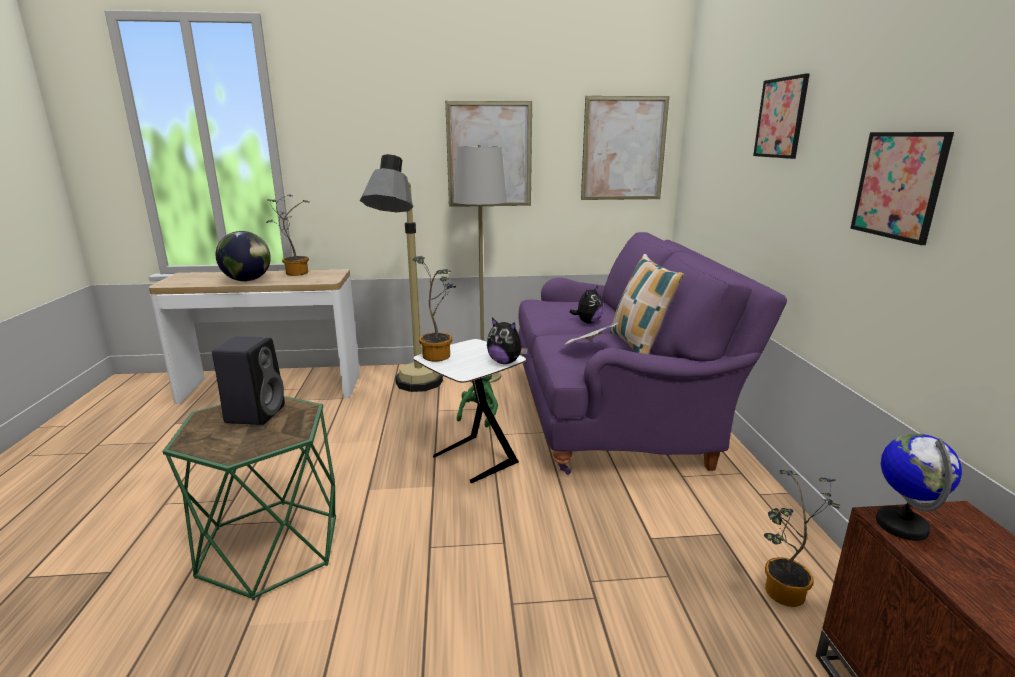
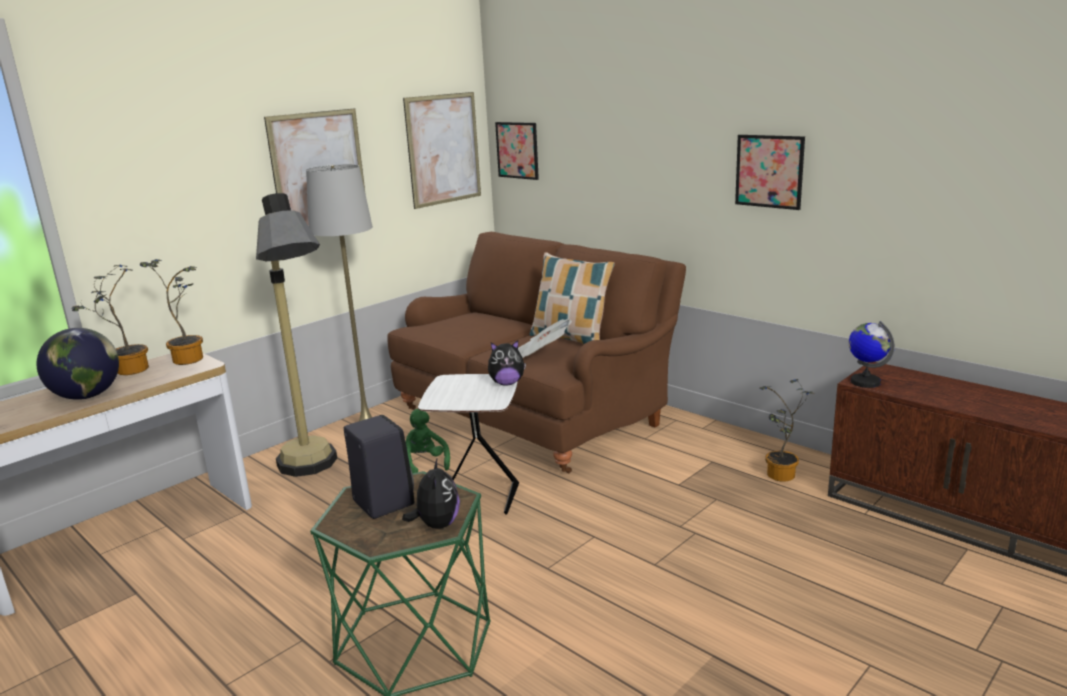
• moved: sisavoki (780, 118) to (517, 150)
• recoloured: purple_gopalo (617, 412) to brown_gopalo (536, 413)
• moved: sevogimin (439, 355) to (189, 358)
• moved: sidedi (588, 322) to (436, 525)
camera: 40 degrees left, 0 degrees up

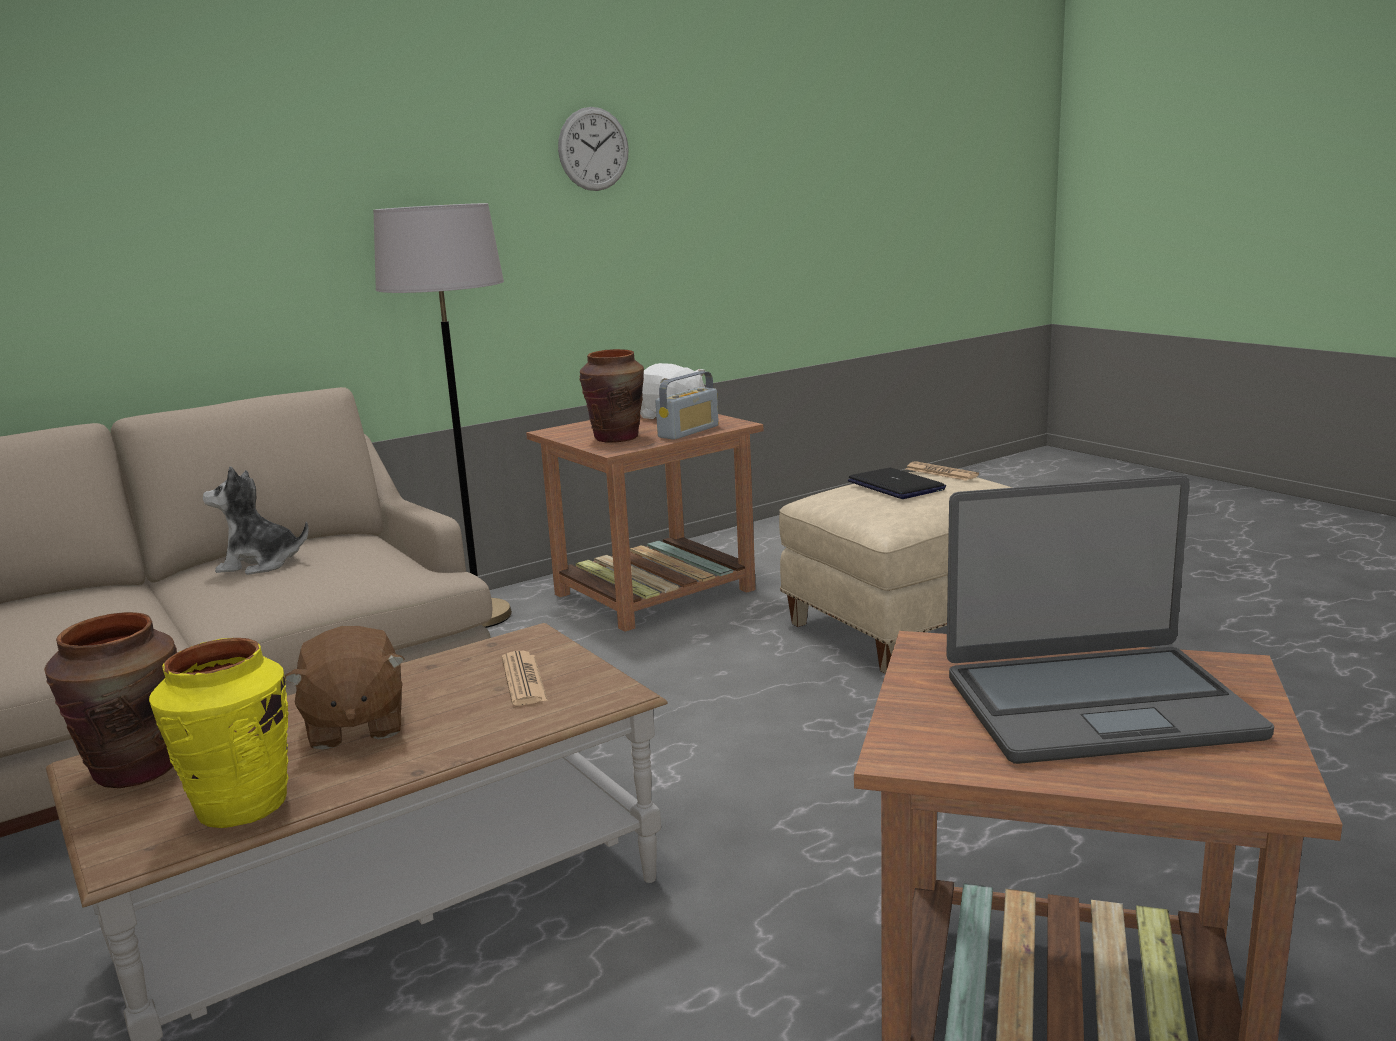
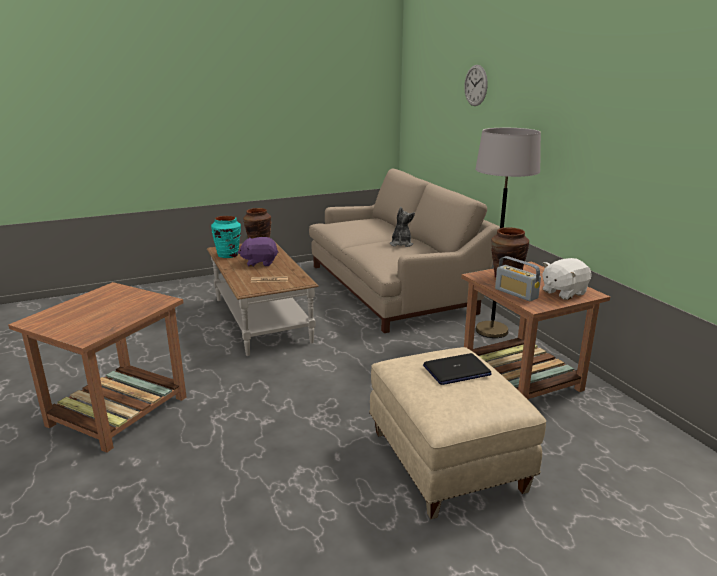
• moved: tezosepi (593, 149) to (475, 85)
• removed: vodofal (941, 472)
• removed: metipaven (1096, 705)
• recoloured: brown_sidedi (354, 726) to purple_sidedi (259, 263)
• recoloured: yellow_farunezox (241, 806) to turquoise_farunezox (228, 255)
camera: 100 degrees right, 5 degrees up

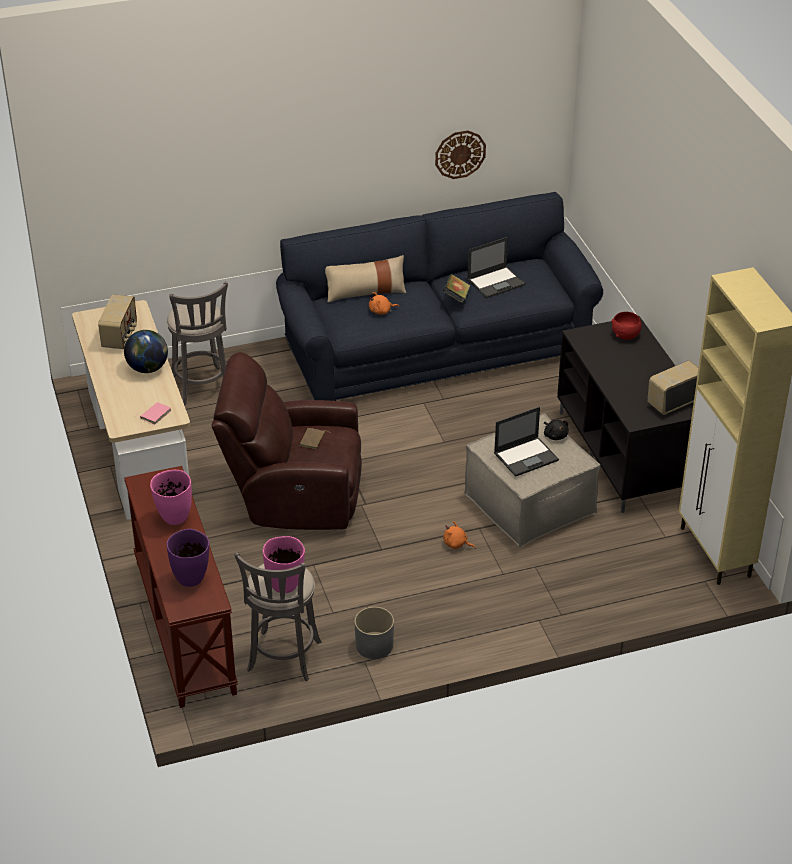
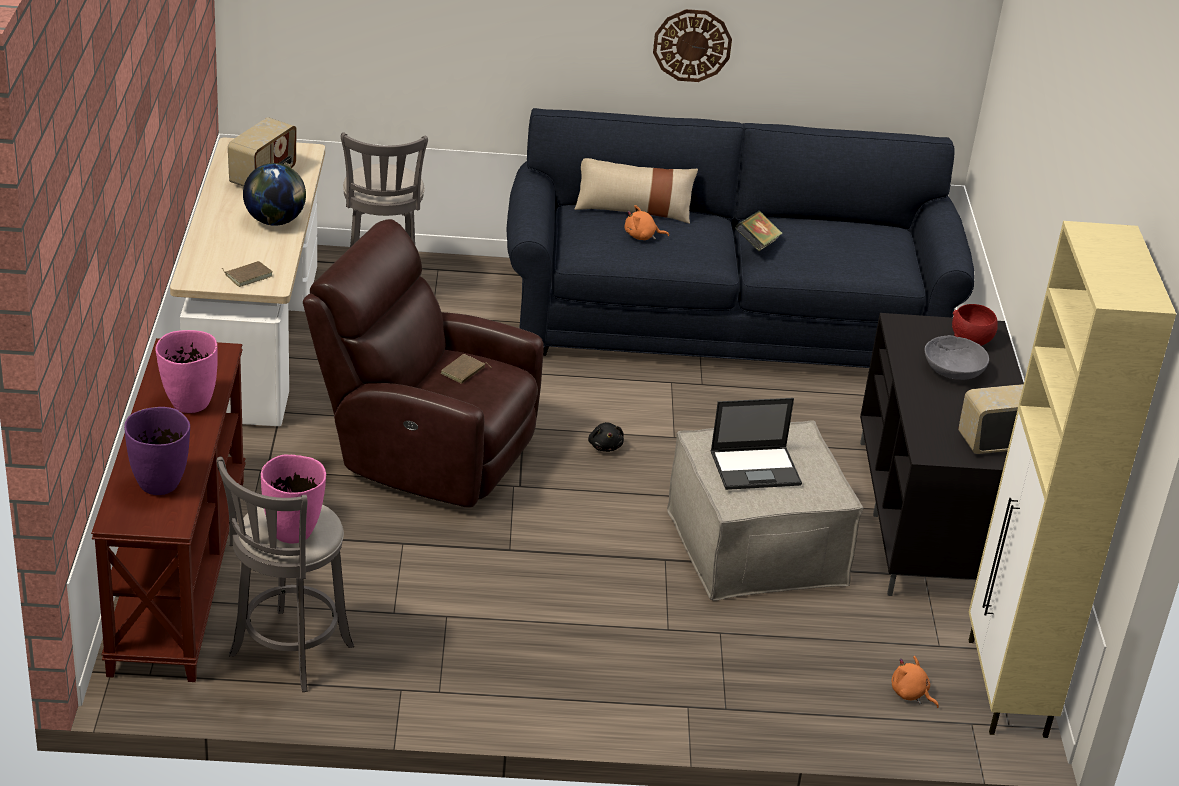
• moved: tezosepi (460, 154) to (692, 45)
• removed: metipaven (496, 282)
• recoloured: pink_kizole (155, 414) to brown_kizole (248, 275)
• moved: black_sidedi (555, 435) to (605, 446)
• moved: orange_sidedi (456, 544) to (910, 694)
• removed: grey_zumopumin (374, 645)
• added: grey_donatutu (952, 370)
camera: 15 degrees right, 5 degrees down

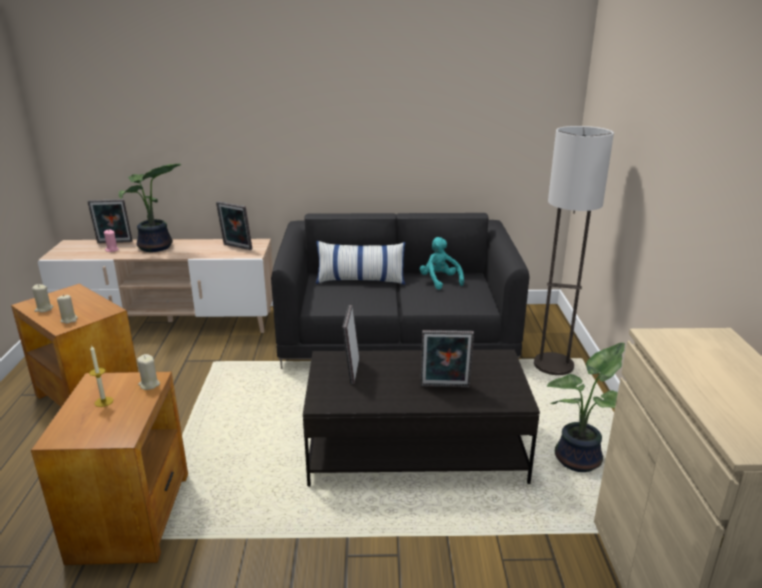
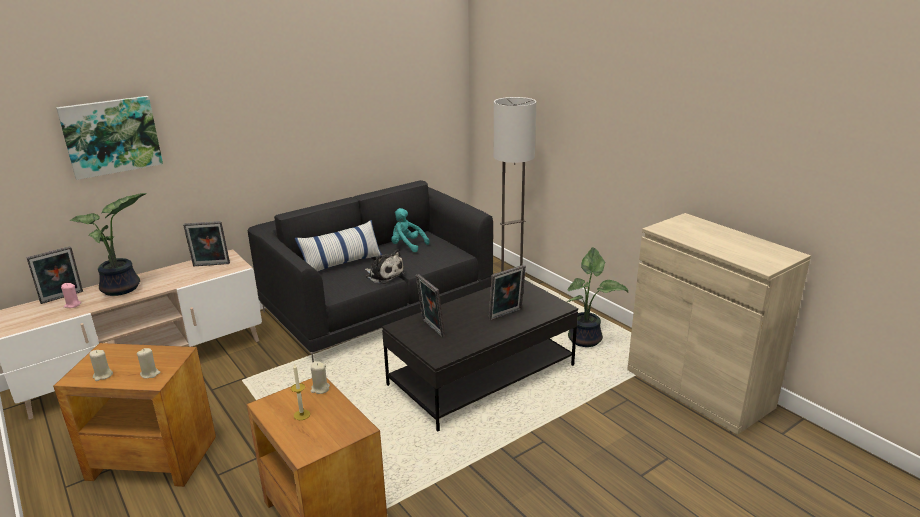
• added: sisavoki (111, 136)
• added: sidedi (384, 275)
camera: 35 degrees left, 0 degrees up

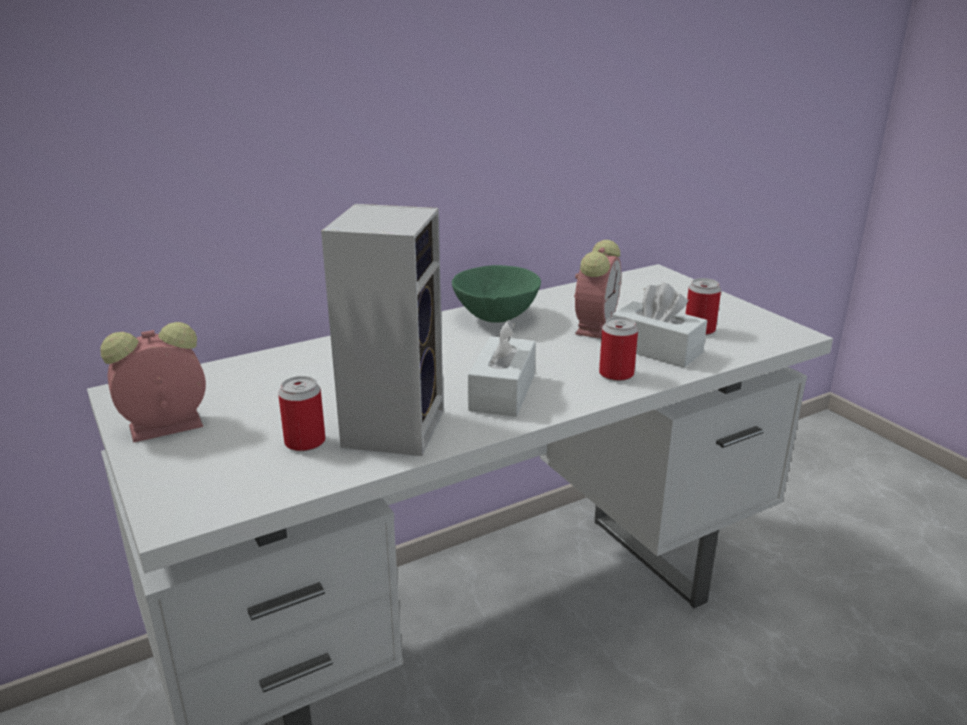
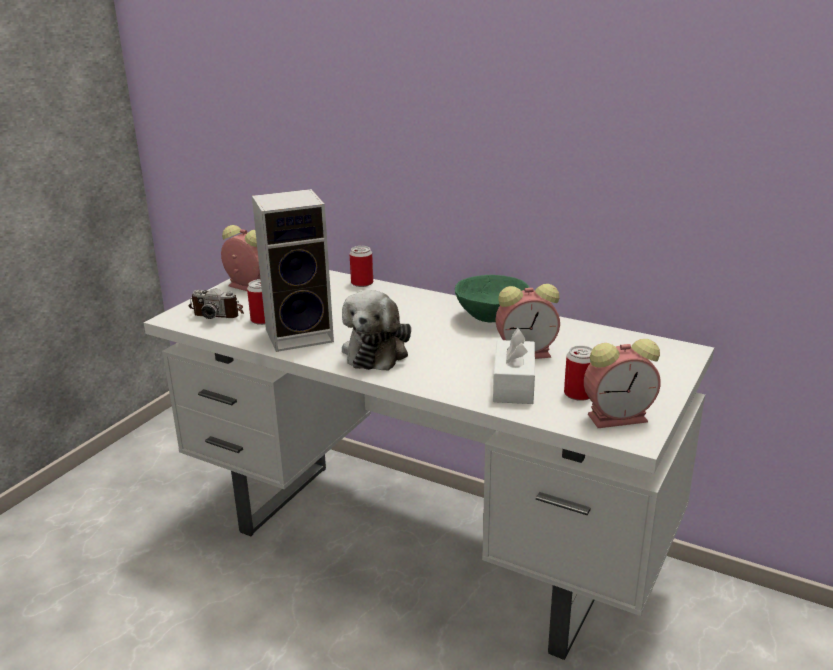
• moved: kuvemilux (616, 374) to (362, 283)
• replaced: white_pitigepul (502, 392) to sidedi (377, 351)
• added: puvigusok (219, 313)
• added: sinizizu (619, 417)
camera: 60 degrees right, 0 degrees up

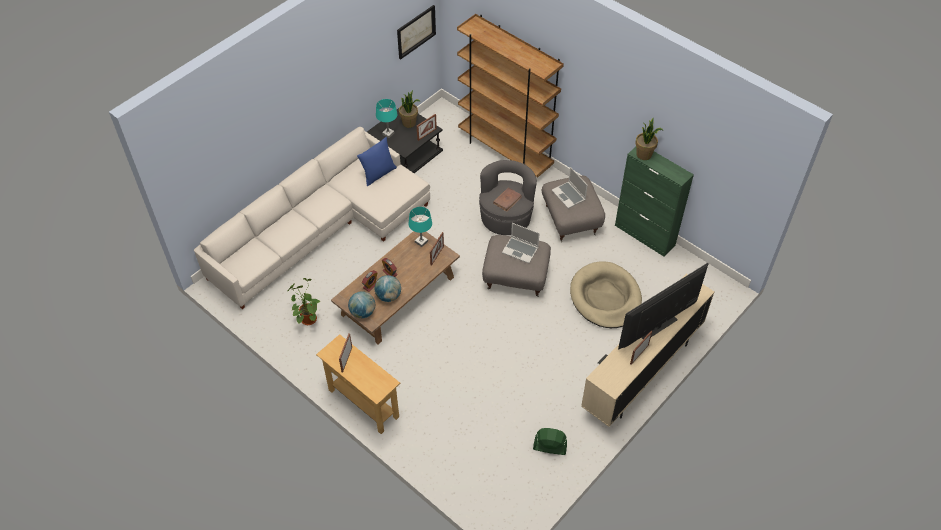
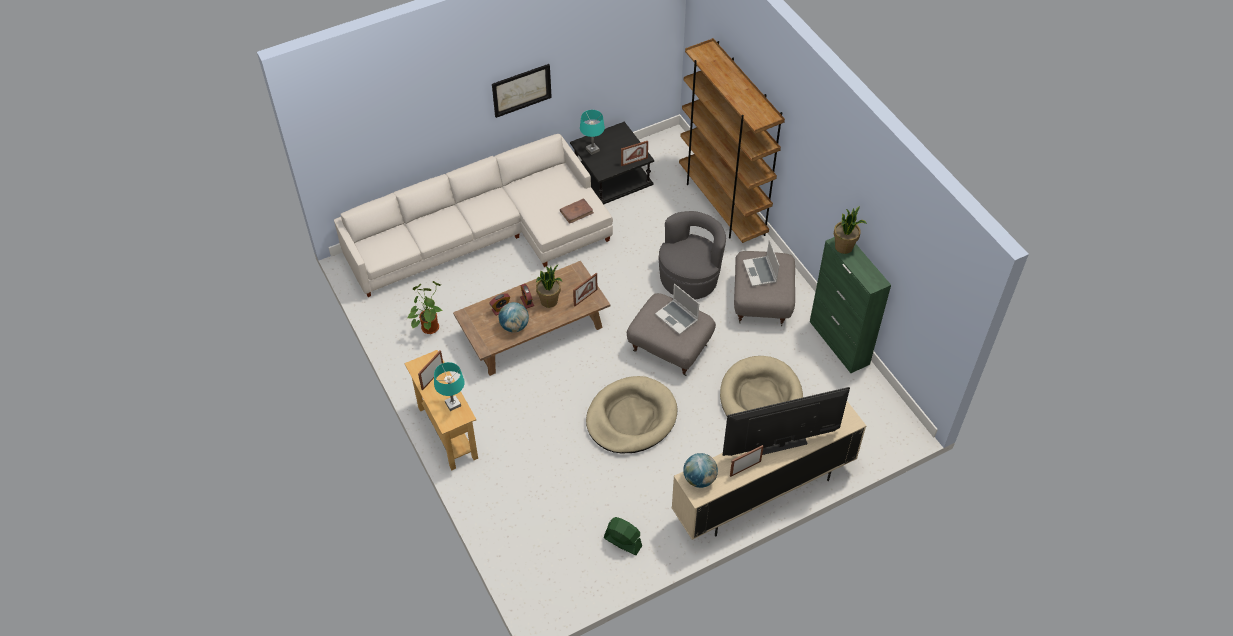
• moved: sisavoki (416, 31) to (521, 90)
• moved: sevogimin (409, 123) to (549, 301)
• removed: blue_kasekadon (378, 174)
• moved: brown_kizole (507, 200) to (576, 212)
• moved: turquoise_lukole (421, 241) to (453, 404)
• moved: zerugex (363, 312) to (699, 479)
• added: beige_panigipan (631, 418)
camera: 20 degrees right, 0 degrees up

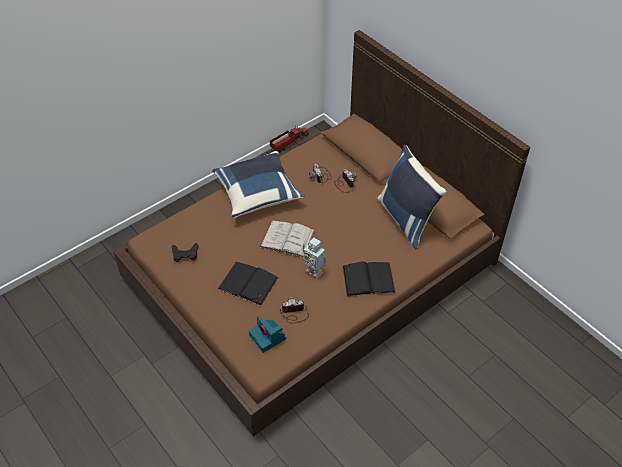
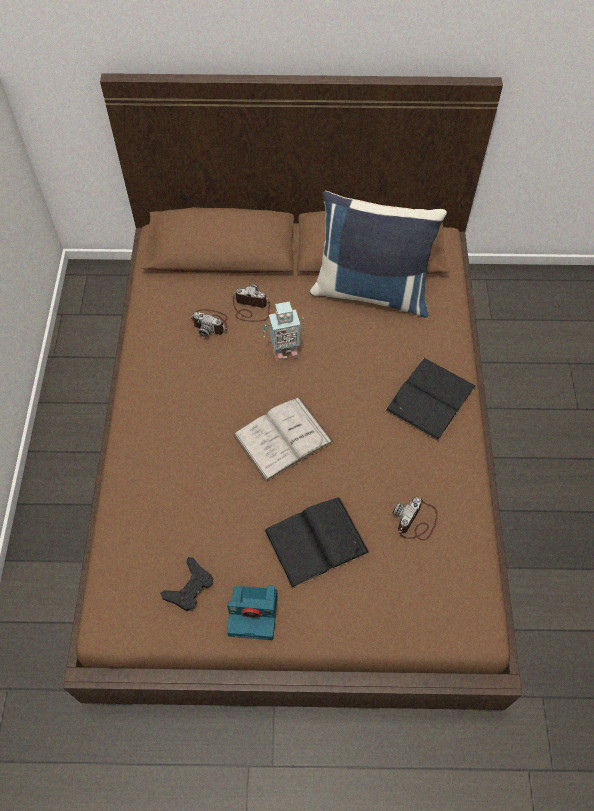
• removed: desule (289, 143)
• removed: blue_kasekadon (257, 194)
• moved: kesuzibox (313, 271) to (284, 351)
• moved: puvigusok (268, 337) to (254, 613)
camera: 50 degrees left, 10 degrees up

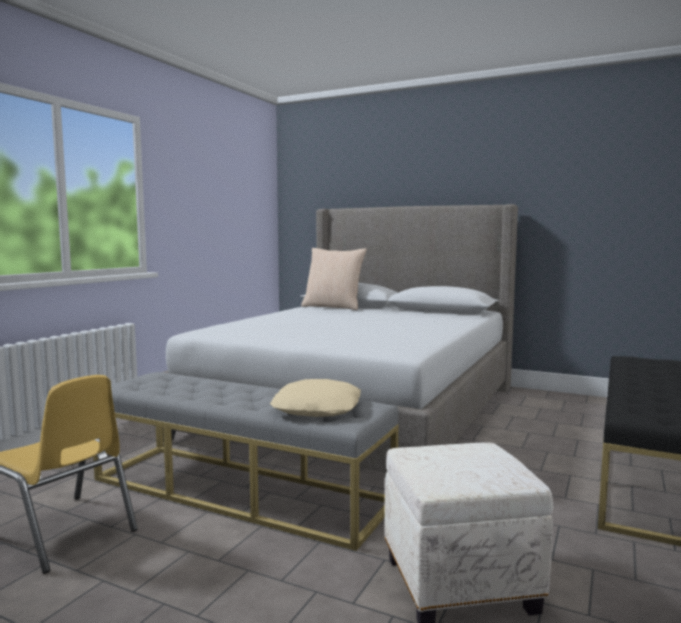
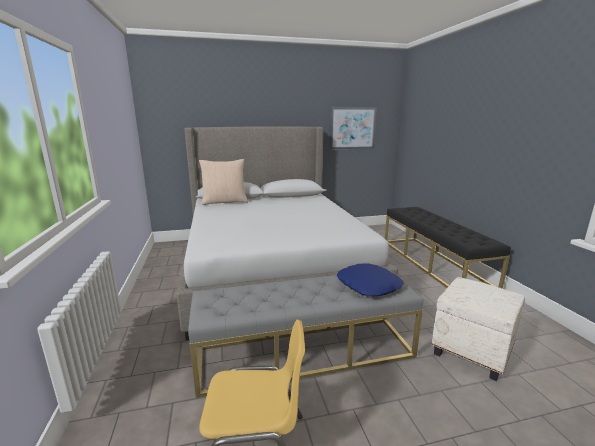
• recoloured: beige_kasekadon (318, 408) to blue_kasekadon (369, 285)
• added: sisavoki (352, 128)
camera: 40 degrees left, 10 degrees up

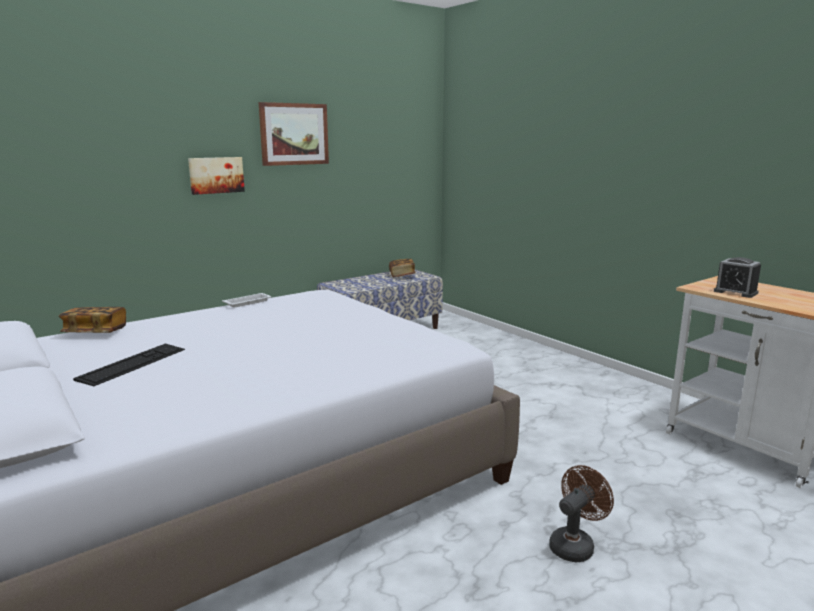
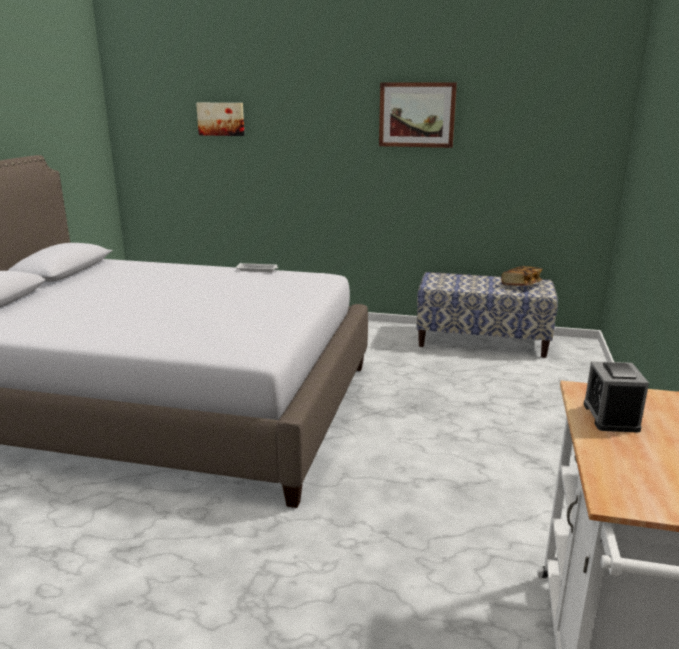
• moved: sisavoki (216, 175) to (221, 119)
• removed: kizole (95, 332)
• removed: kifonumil (132, 364)
• removed: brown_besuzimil (575, 545)
camera: 50 degrees right, 5 degrees up

